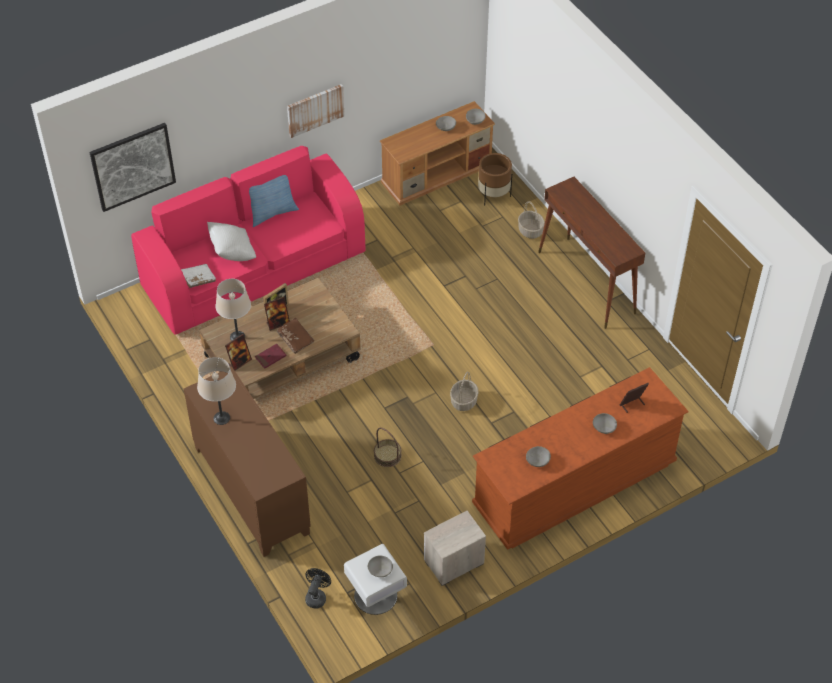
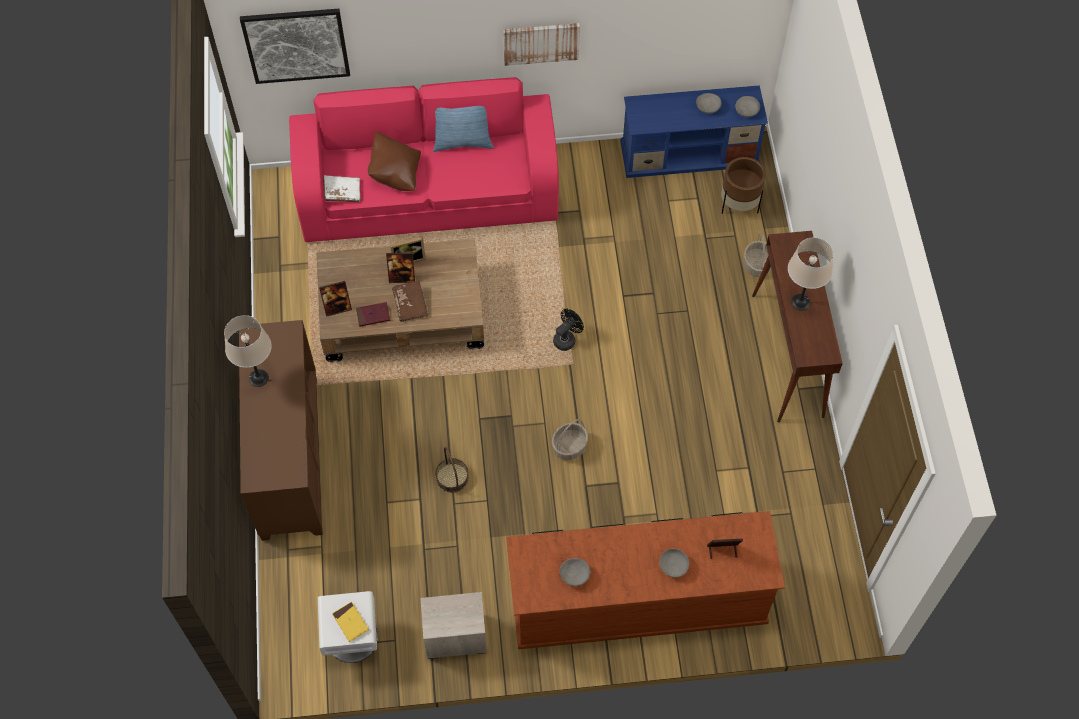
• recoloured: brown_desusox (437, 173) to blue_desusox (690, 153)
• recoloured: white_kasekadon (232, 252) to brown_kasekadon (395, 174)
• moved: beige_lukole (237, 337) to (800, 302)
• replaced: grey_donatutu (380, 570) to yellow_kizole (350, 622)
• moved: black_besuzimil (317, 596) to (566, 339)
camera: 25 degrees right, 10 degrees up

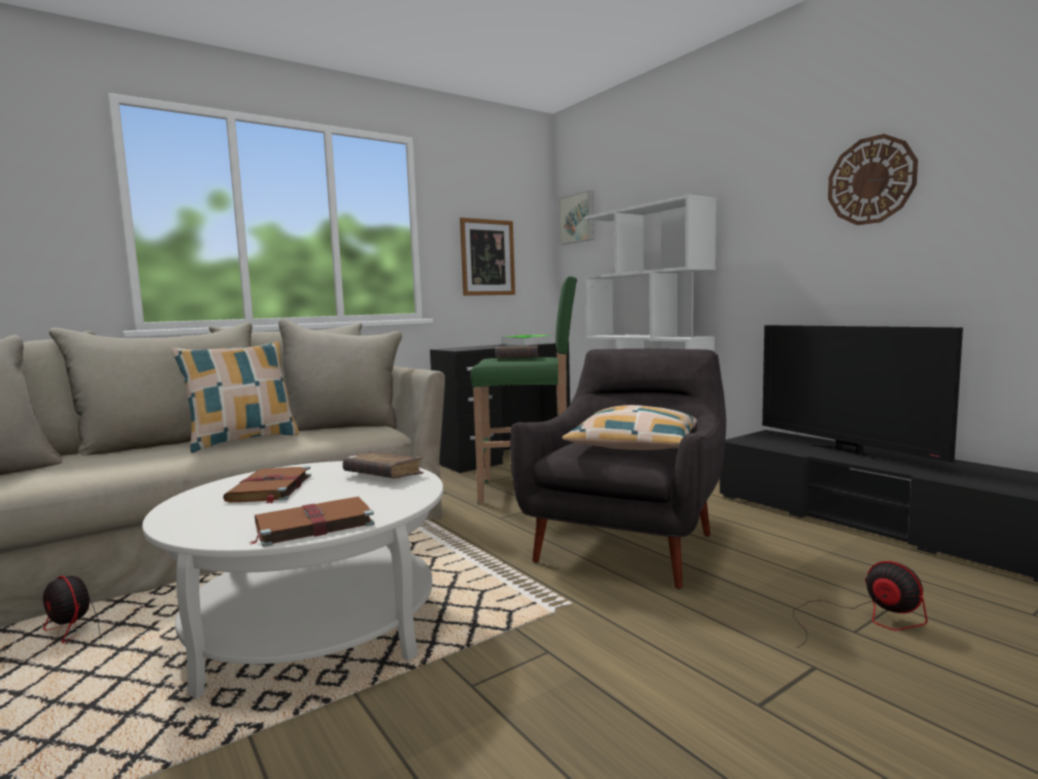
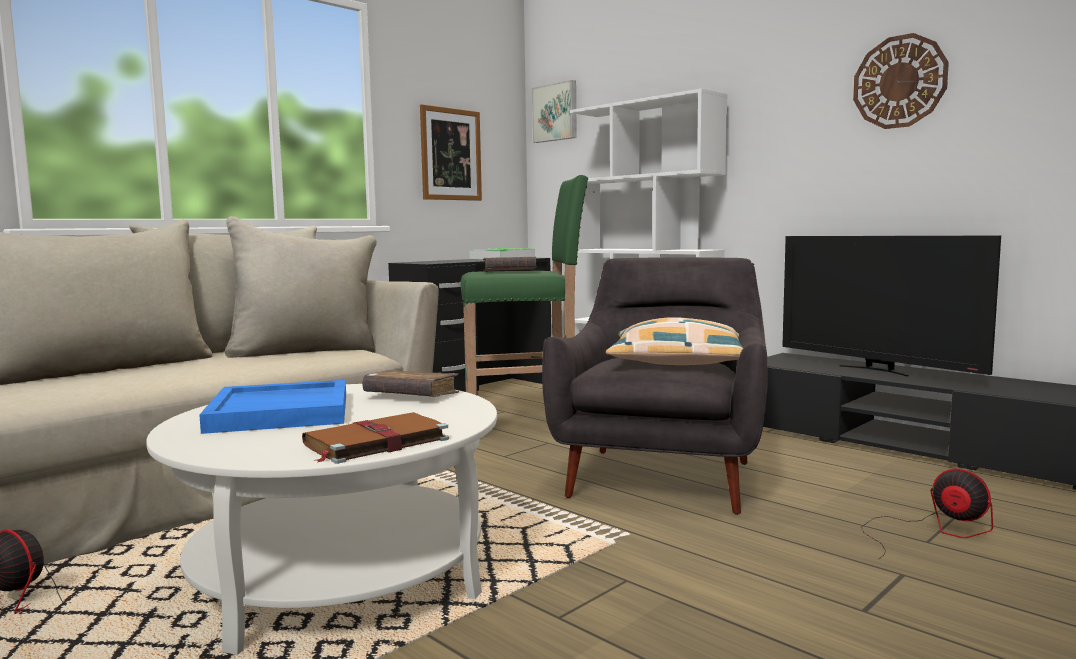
• removed: kasekadon (243, 441)
• replaced: brown_kizole (270, 489) to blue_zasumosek (282, 412)
camera: 10 degrees left, 0 degrees up

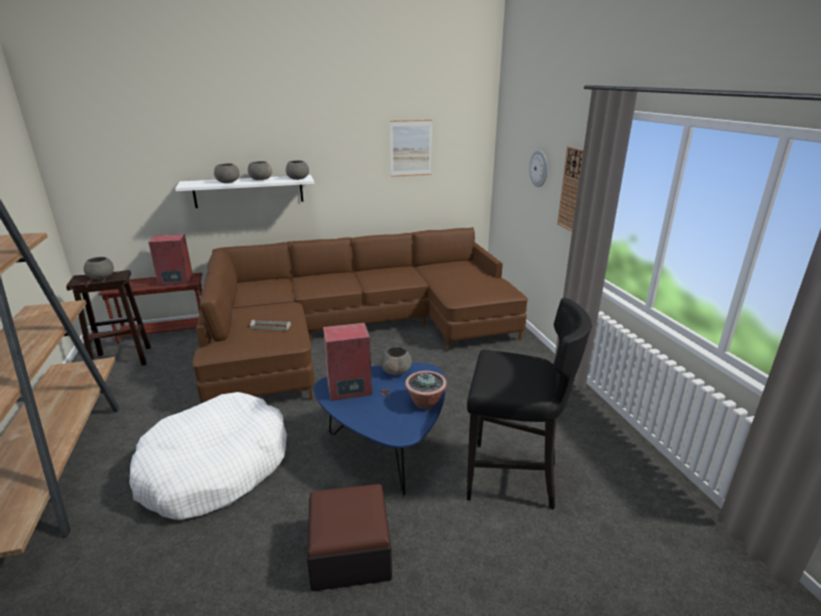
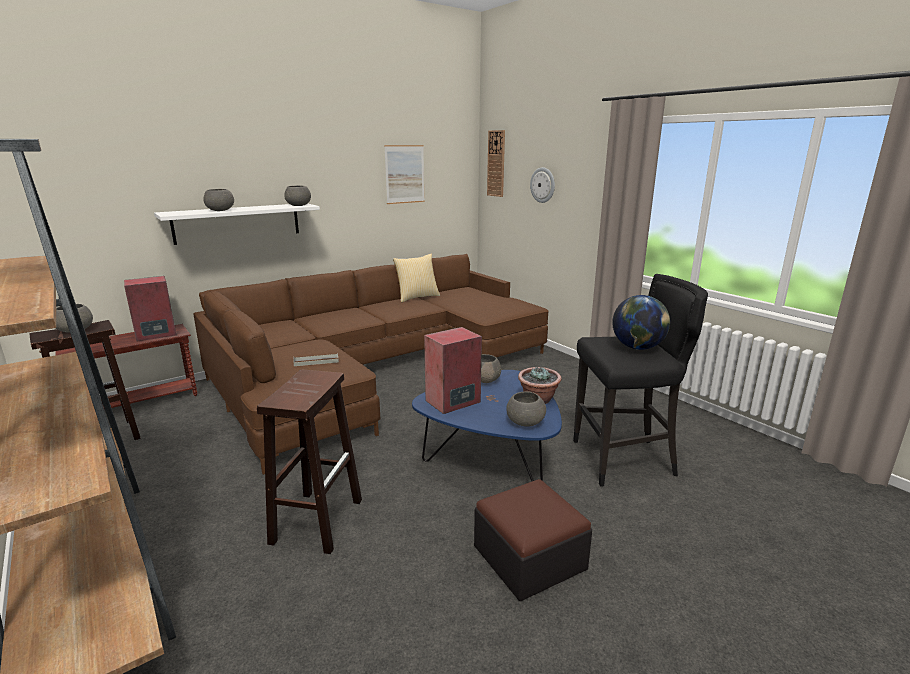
• moved: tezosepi (572, 189) to (496, 163)
• moved: grey_donatutu (260, 179) to (524, 422)
• replaced: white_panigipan (215, 468) to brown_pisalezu (317, 520)
• added: kasekadon (417, 297)
• added: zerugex (637, 348)
camera: 20 degrees left, 5 degrees down

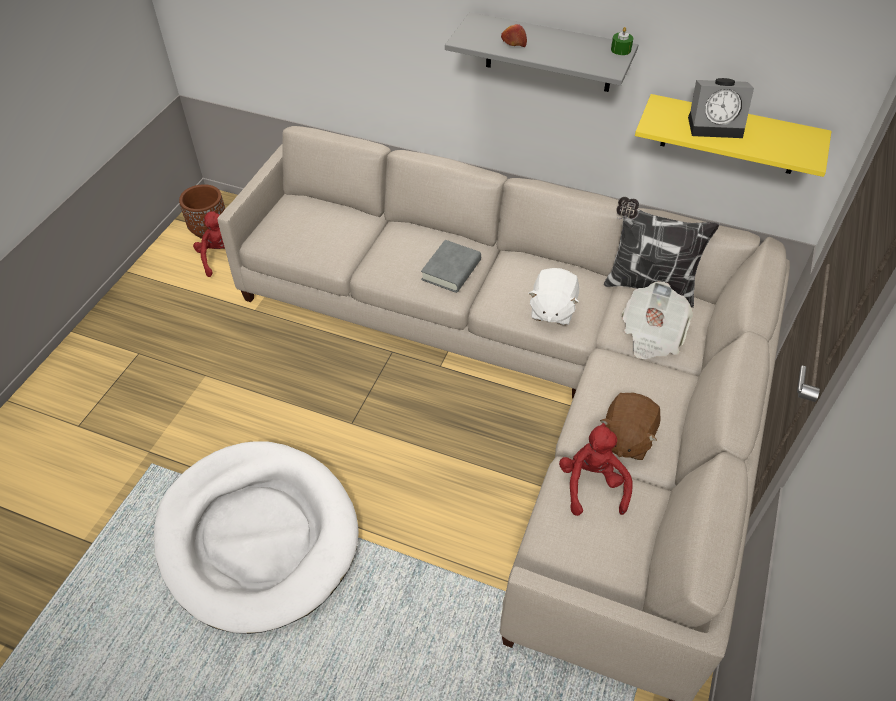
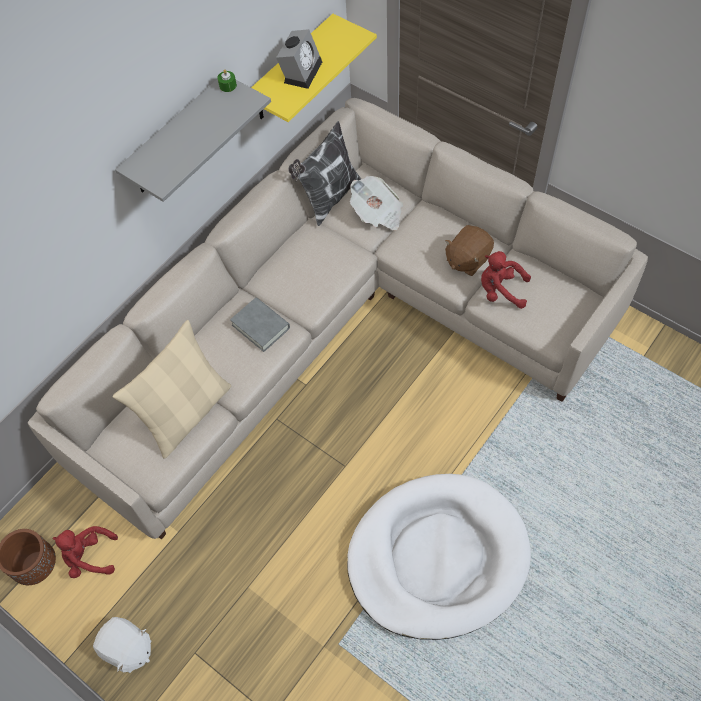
• removed: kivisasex (513, 43)
• moved: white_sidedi (552, 310) to (128, 649)
• turned: brown_sidedi (625, 438) = (467, 259) 90 degrees clockwise
• added: beige_kasekadon (187, 413)
camera: 70 degrees left, 10 degrees up

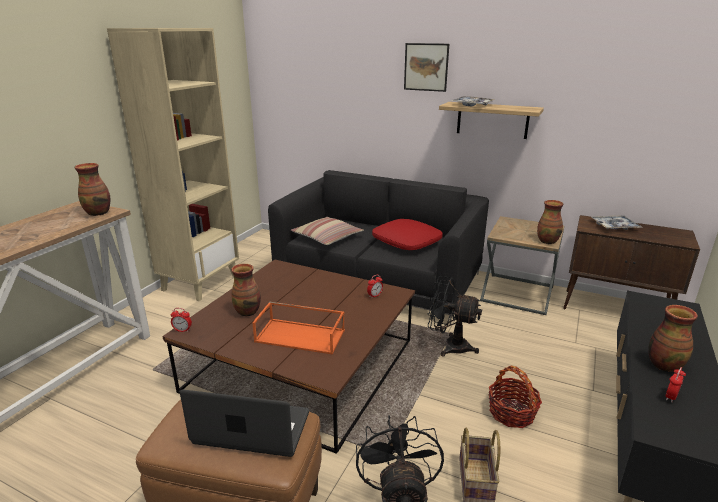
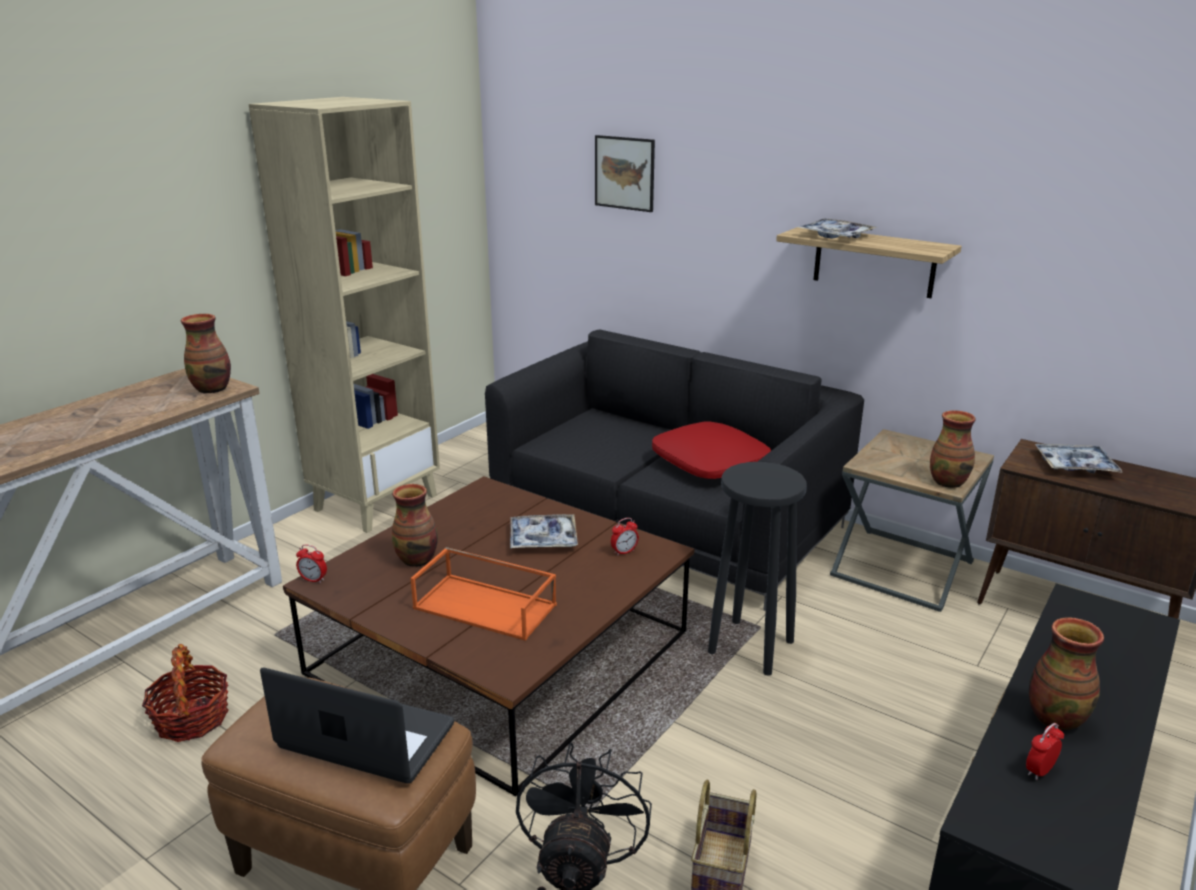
• moved: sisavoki (426, 67) to (624, 173)
• removed: kasekadon (327, 237)
• replaced: black_besuzimil (449, 346) to black_pisalezu (750, 647)
• moved: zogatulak (511, 413) to (192, 719)
• added: zasumosek (543, 539)
camera: 10 degrees right, 0 degrees up

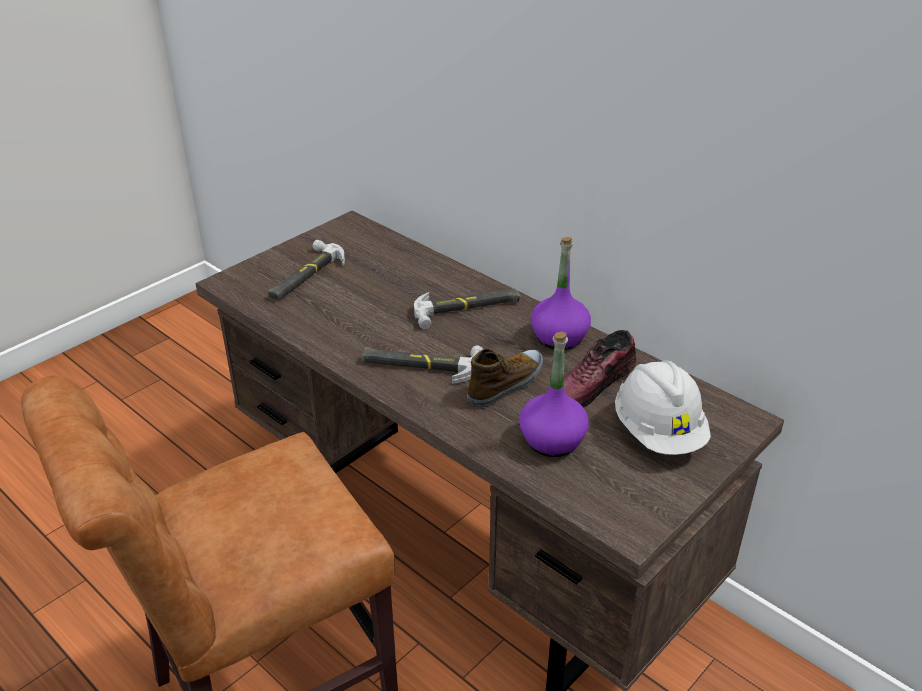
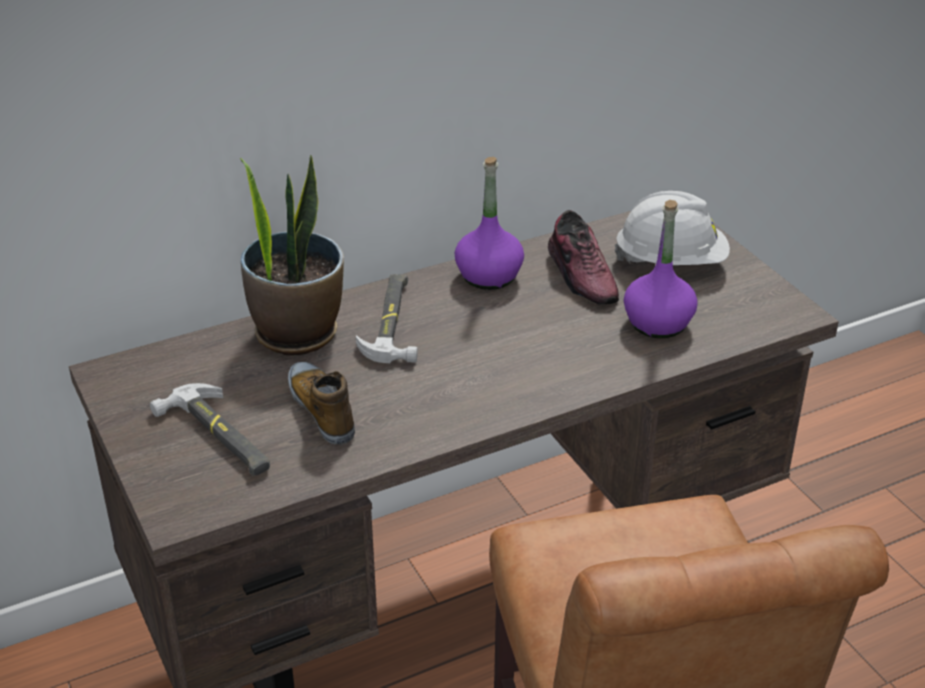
• removed: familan (421, 364)
• moved: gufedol (506, 384) to (322, 409)
• added: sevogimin (297, 332)
camera: 70 degrees left, 0 degrees up

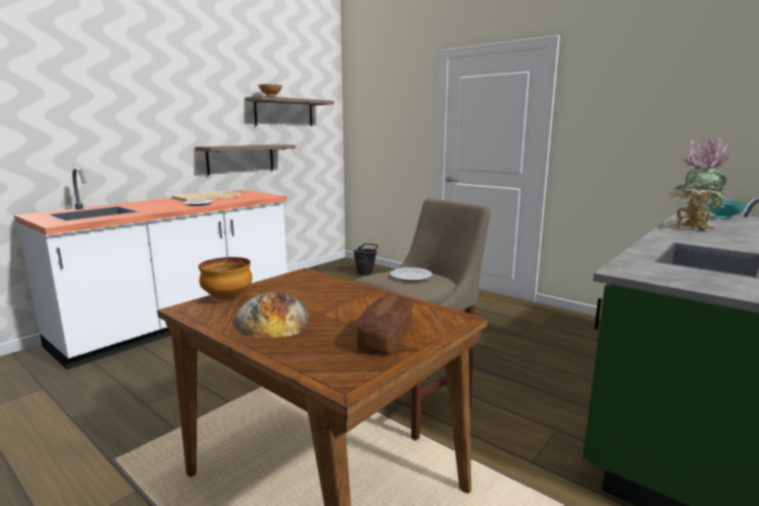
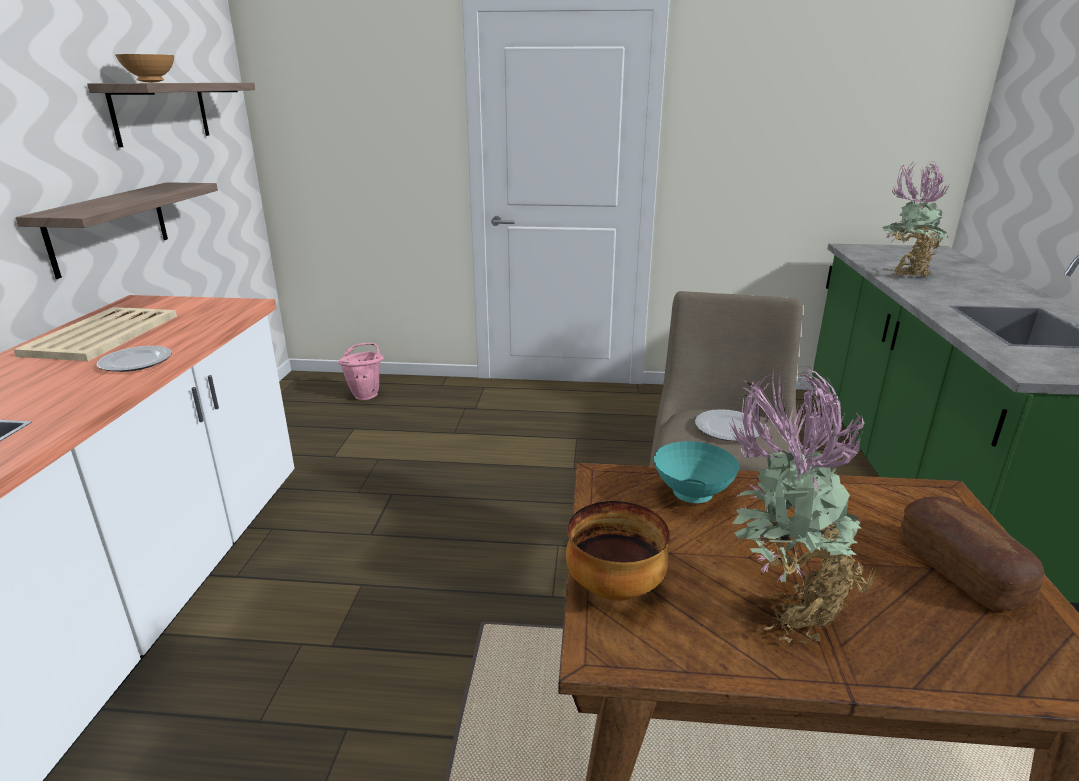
• moved: turquoise_donatutu (722, 218) to (690, 494)
• recoloured: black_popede (366, 273) to pink_popede (366, 394)
• replaced: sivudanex (273, 320) to sevogimin (781, 606)
camera: 35 degrees left, 10 degrees up

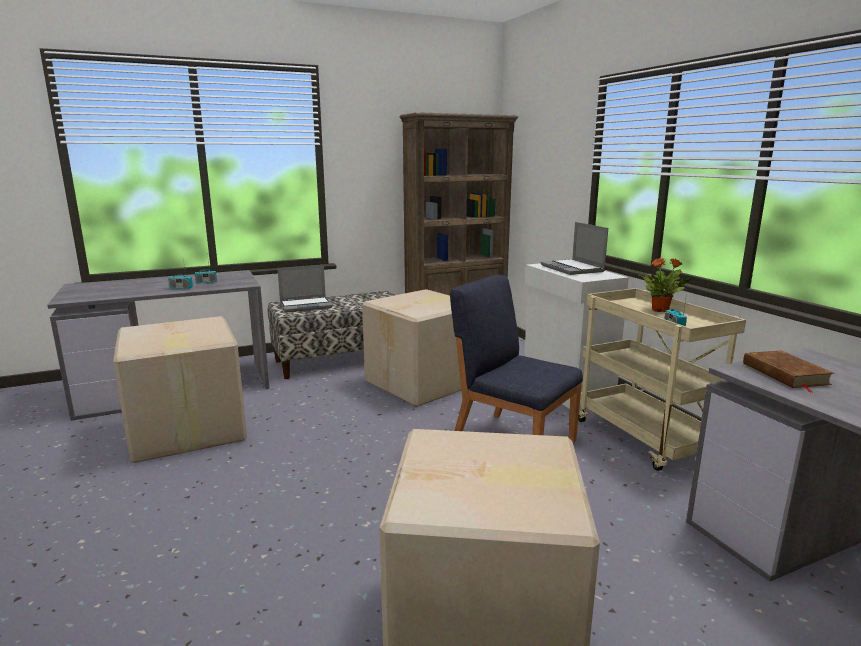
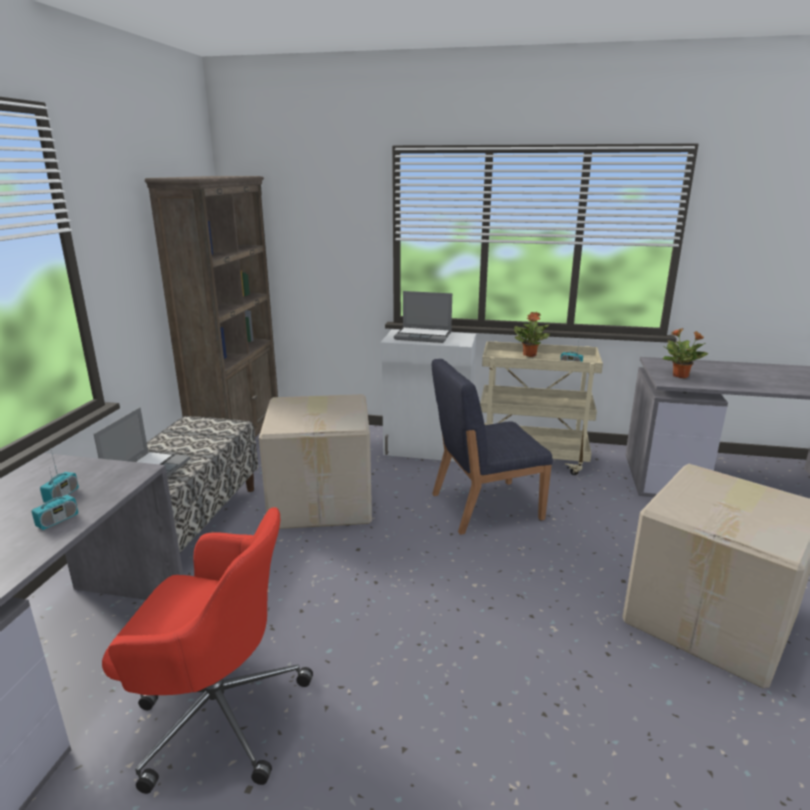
• replaced: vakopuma (186, 431) to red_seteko (217, 713)
• replaced: brown_kizole (784, 374) to sevogimin (681, 376)
camera: 55 degrees left, 5 degrees up

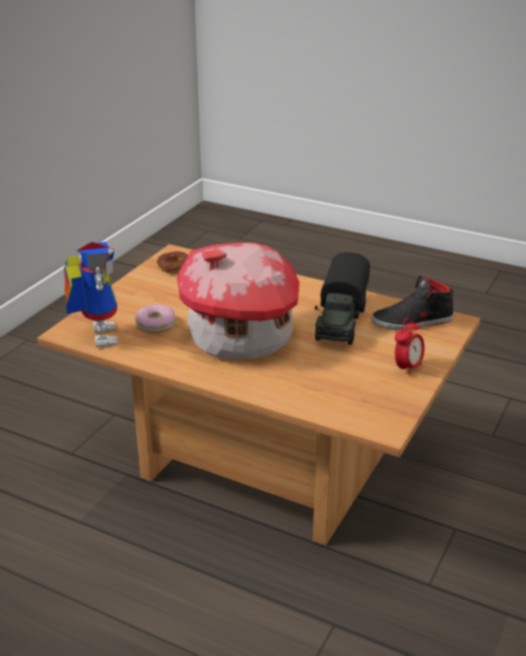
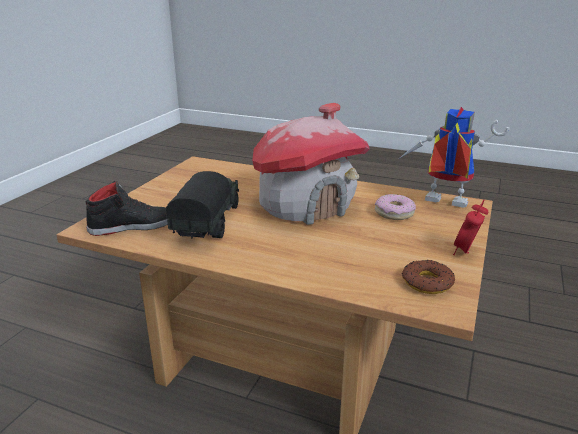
• turned: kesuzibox (96, 335) = (441, 203) 135 degrees clockwise
• moved: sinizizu (407, 368) to (466, 252)
camera: 175 degrees right, 5 degrees down

